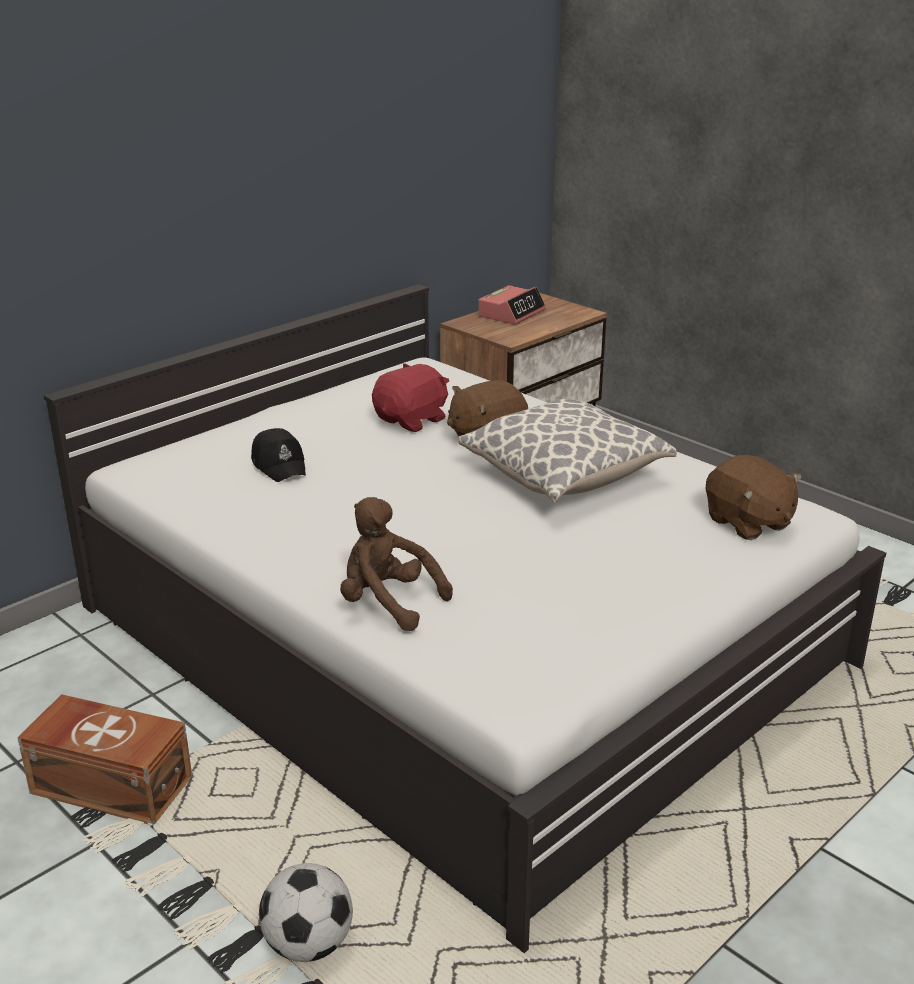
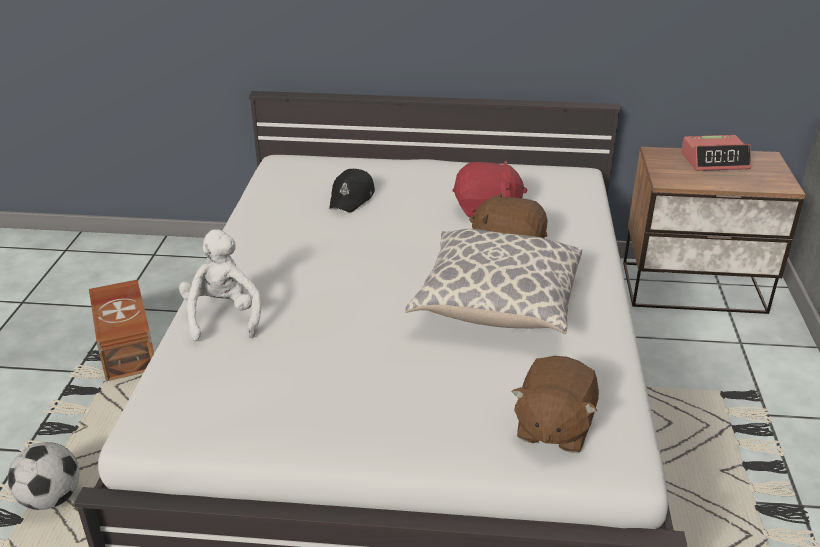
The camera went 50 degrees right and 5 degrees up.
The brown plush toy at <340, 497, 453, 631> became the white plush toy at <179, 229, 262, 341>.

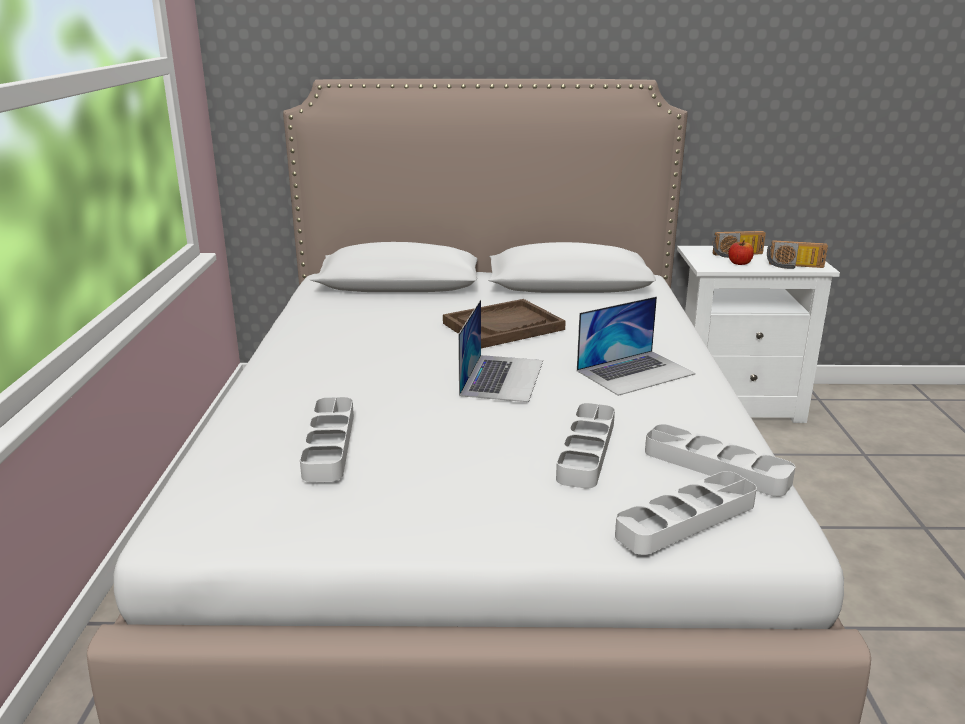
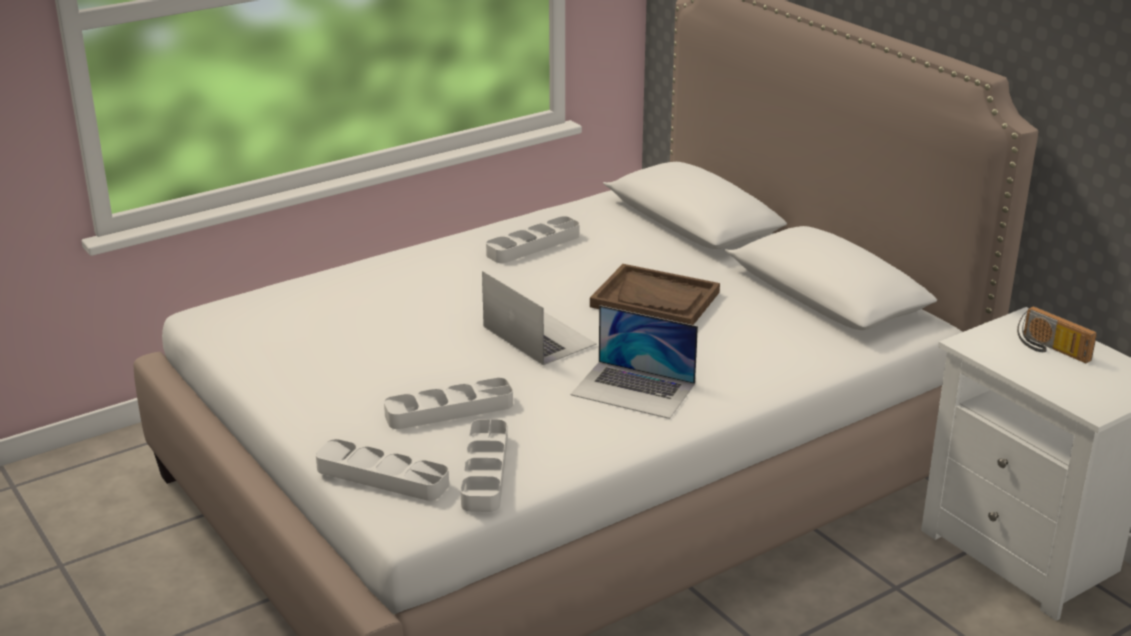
The camera went 55 degrees right and 5 degrees up.
The apple at <728, 240, 754, 265> disappeared.
The radio at <767, 240, 828, 269> disappeared.
The laptop at <458, 300, 543, 402> turned 105 degrees counterclockwise.
The grey tray moved from <300, 397, 354, 482> to <486, 216, 580, 263>.

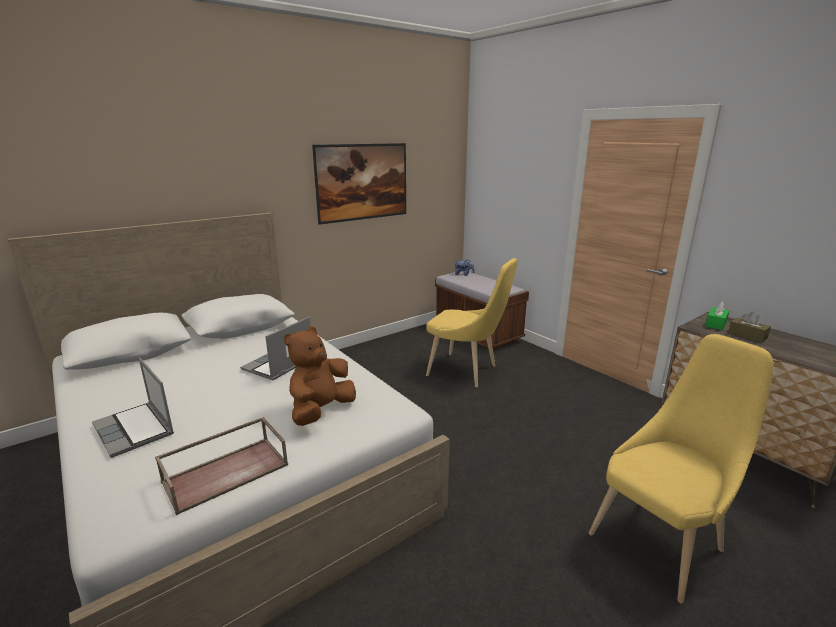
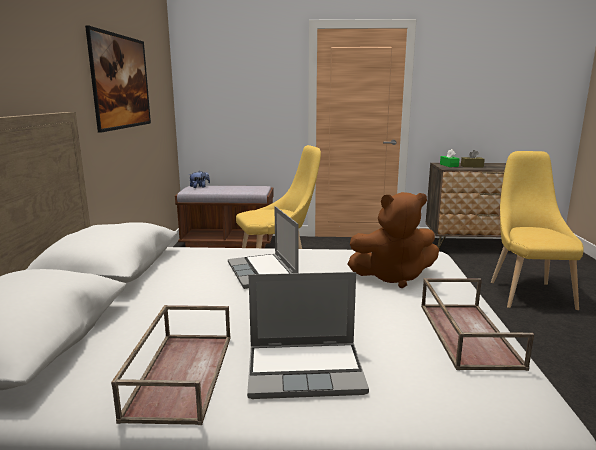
The camera went 50 degrees left and 5 degrees down.
The brown plush toy at <284, 326, 356, 426> turned 75 degrees counterclockwise.
The brown tray at <111, 305, 231, 425> appeared.

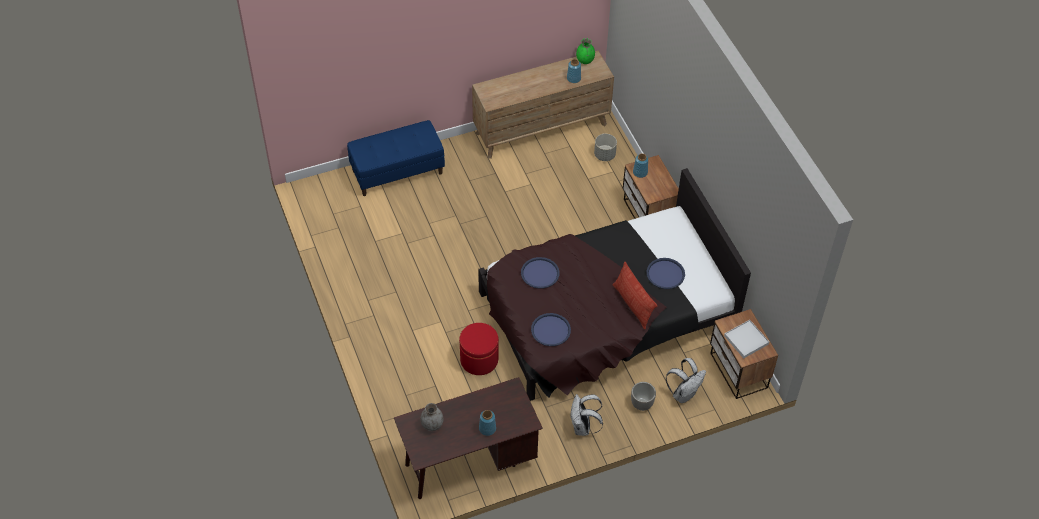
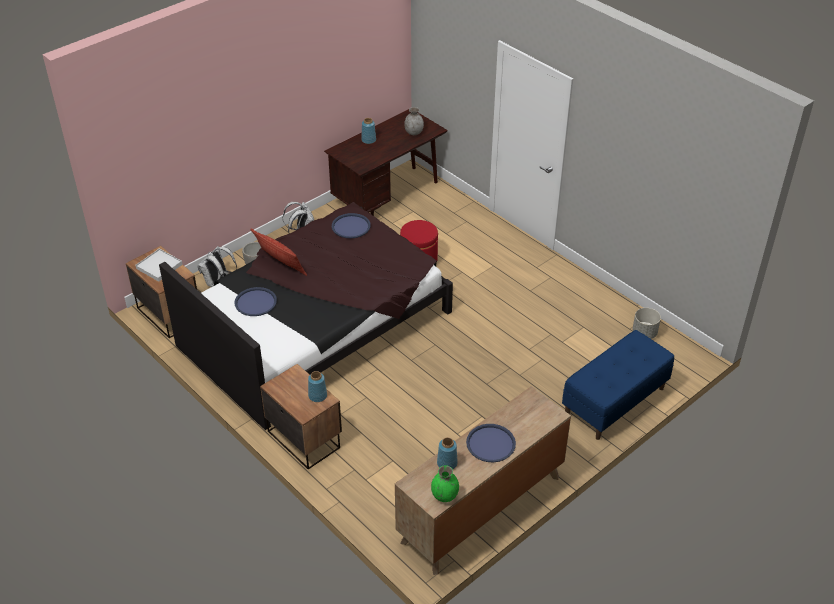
The camera went 160 degrees right and 10 degrees down.
The grey planter moved from <594, 134, 617, 161> to <633, 308, 661, 339>.
The blue tray moved from <521, 257, 560, 289> to <466, 424, 516, 462>.

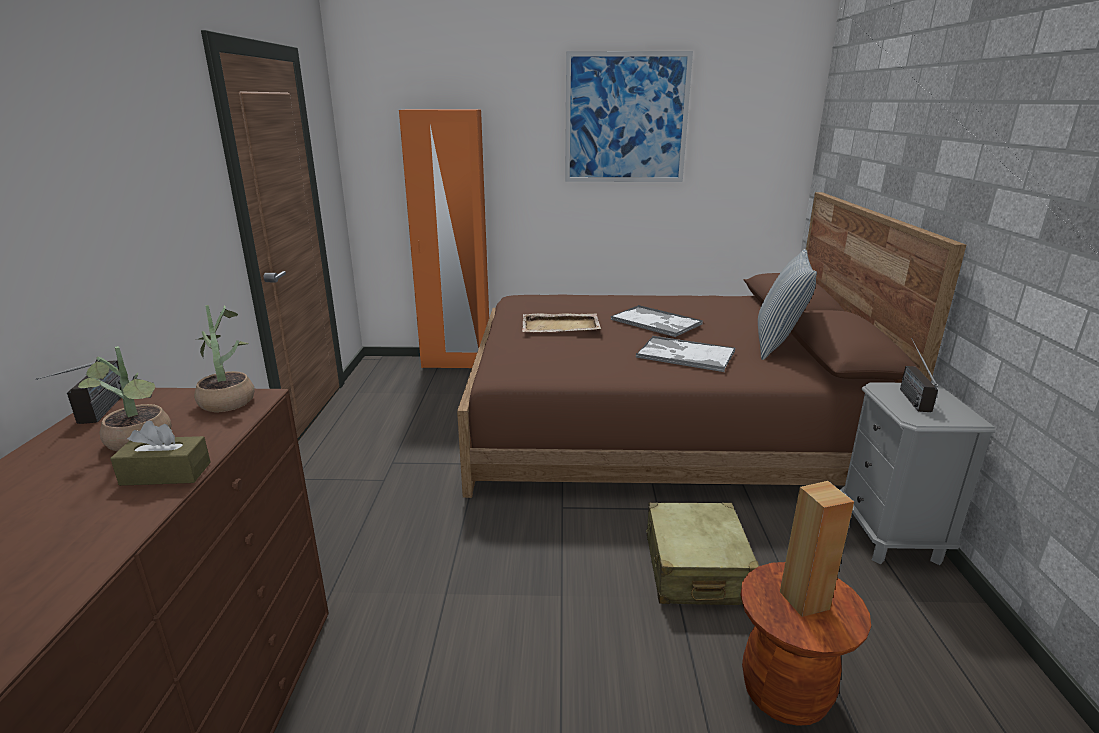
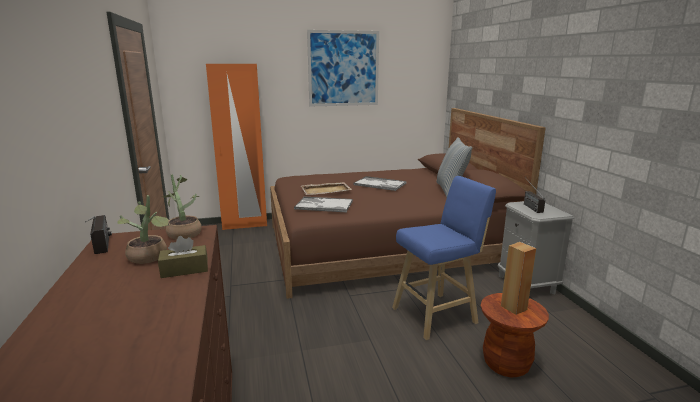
The camera went 15 degrees left and 5 degrees down.
The tray moved from <636, 336, 735, 372> to <294, 196, 353, 213>.
The beige suitcase at <646, 503, 759, 605> was replaced by the blue stool at <392, 176, 496, 340>.

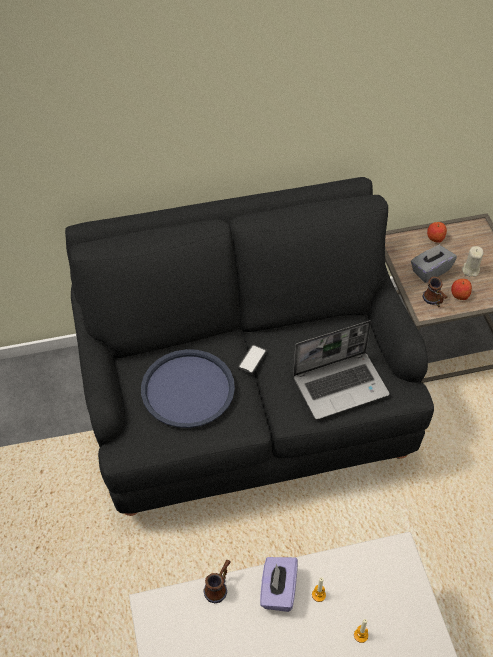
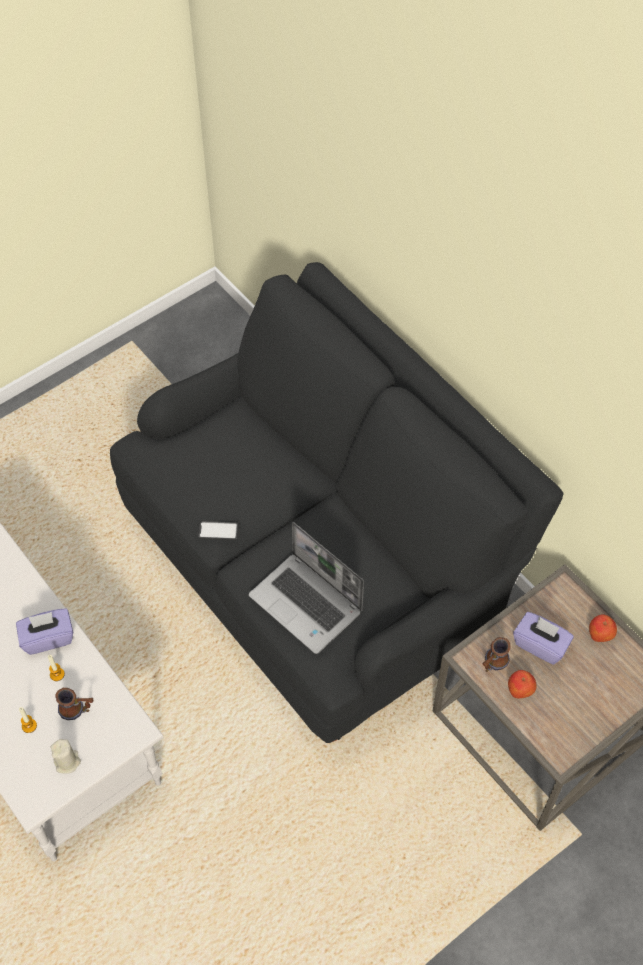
The camera went 65 degrees right and 5 degrees up.
The grey tissue box at <411, 244, 457, 283> became the purple tissue box at <513, 612, 574, 665>.
The beige candle moved from <462, 246, 484, 277> to <51, 739, 81, 774>.
The phone moved from <238, 344, 267, 374> to <198, 521, 239, 540>.
The blue tray at <141, 349, 235, 428> disappeared.
The mug moved from <203, 560, 231, 603> to <55, 688, 94, 720>.

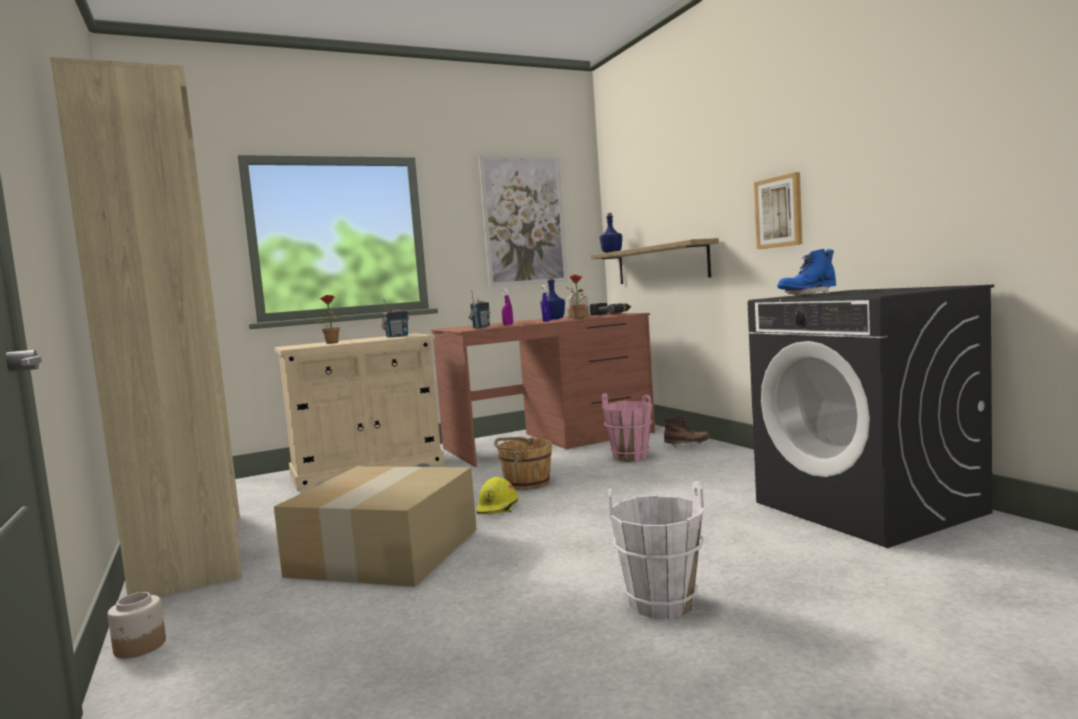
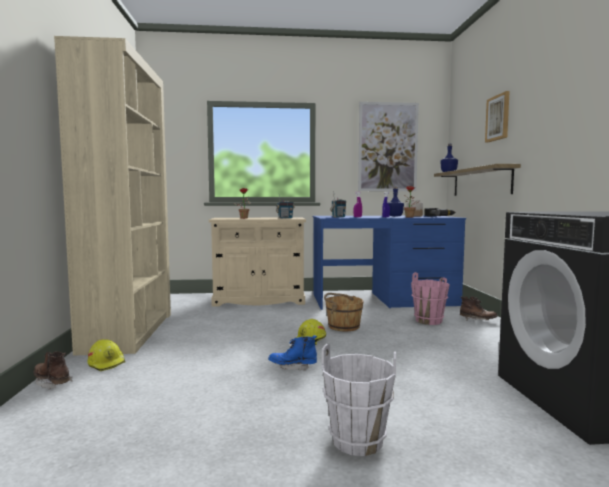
The camera went 20 degrees right and 0 degrees up.
The picture moved from <754, 172, 802, 249> to <485, 91, 510, 143>.
The blue boot moved from <777, 249, 836, 295> to <268, 335, 317, 371>.
The brown desk at <431, 313, 655, 467> became the blue desk at <313, 215, 466, 310>.
The cardboard box at <274, 466, 477, 587> disappeared.
The jar at <108, 592, 166, 659> was replaced by the brown boot at <33, 351, 72, 390>.
The yellow hard hat at <87, 339, 126, 371> appeared.

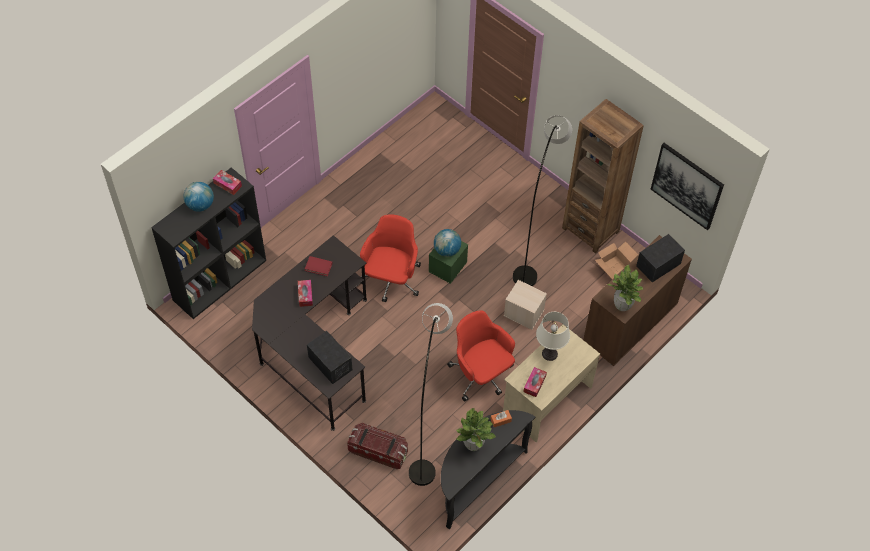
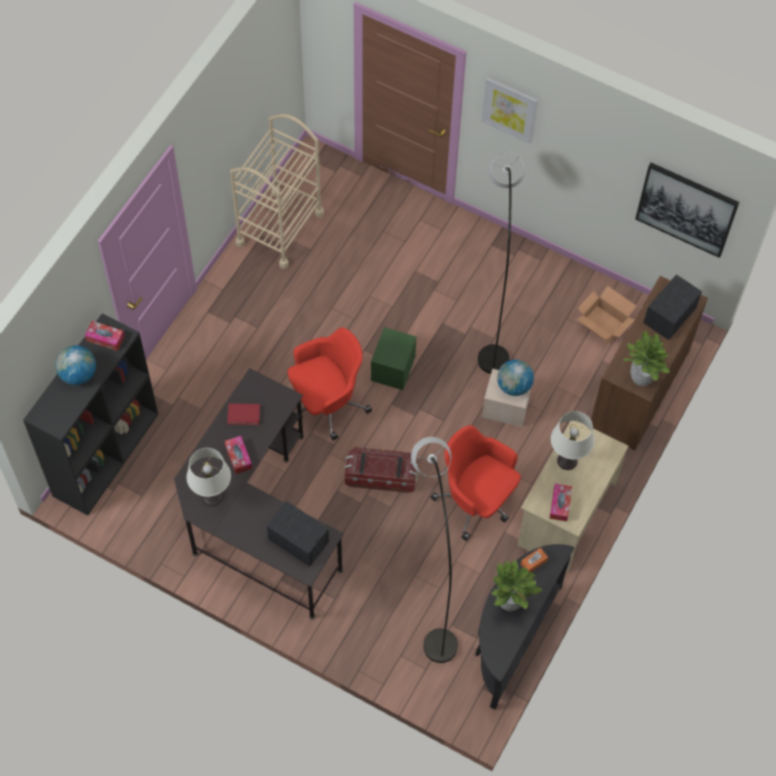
The camera went 15 degrees left and 5 degrees up.
The brown bookcase at <562, 99, 644, 254> disappeared.
The red office chair at <360, 214, 421, 302> turned 60 degrees clockwise.
The globe moved from <434, 229, 461, 257> to <497, 360, 534, 396>.
The storage box moved from <347, 423, 408, 469> to <344, 447, 418, 493>.
The picture at <482, 77, 538, 144> appeared.
The beige cart at <230, 114, 324, 269> appeared.
The white table lamp at <187, 448, 231, 507> appeared.

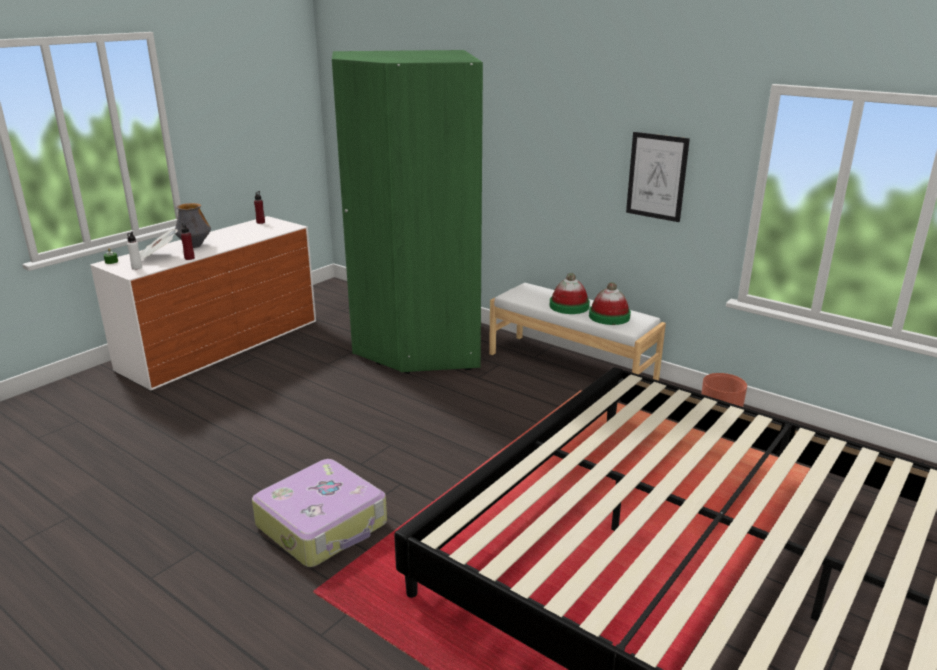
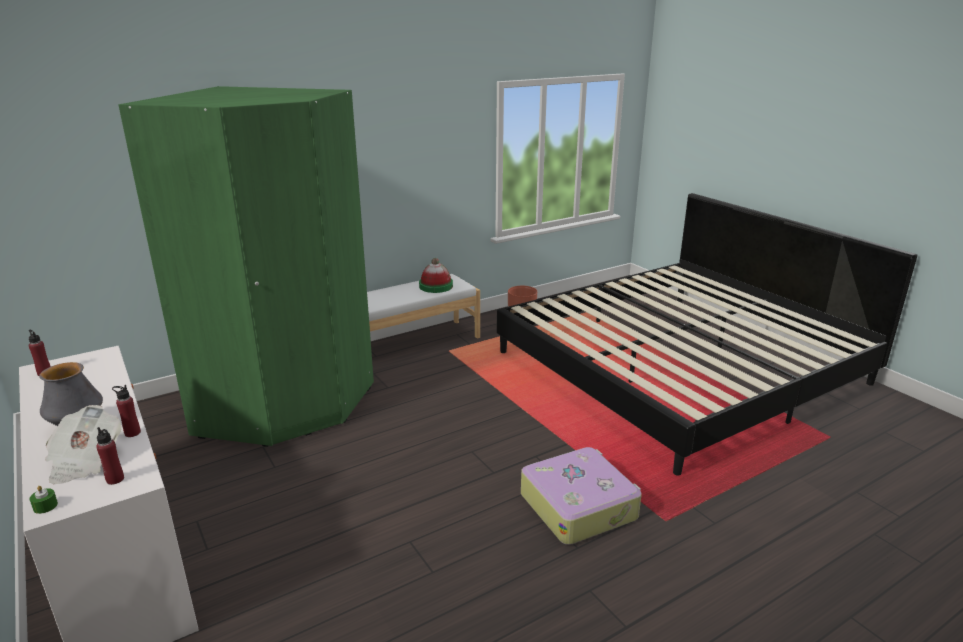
The camera went 70 degrees left and 0 degrees up.
The picture at <626, 132, 690, 222> disappeared.
The white bottle at <127, 231, 142, 270> became the red bottle at <96, 427, 124, 485>.
The hat at <550, 273, 590, 314> disappeared.

